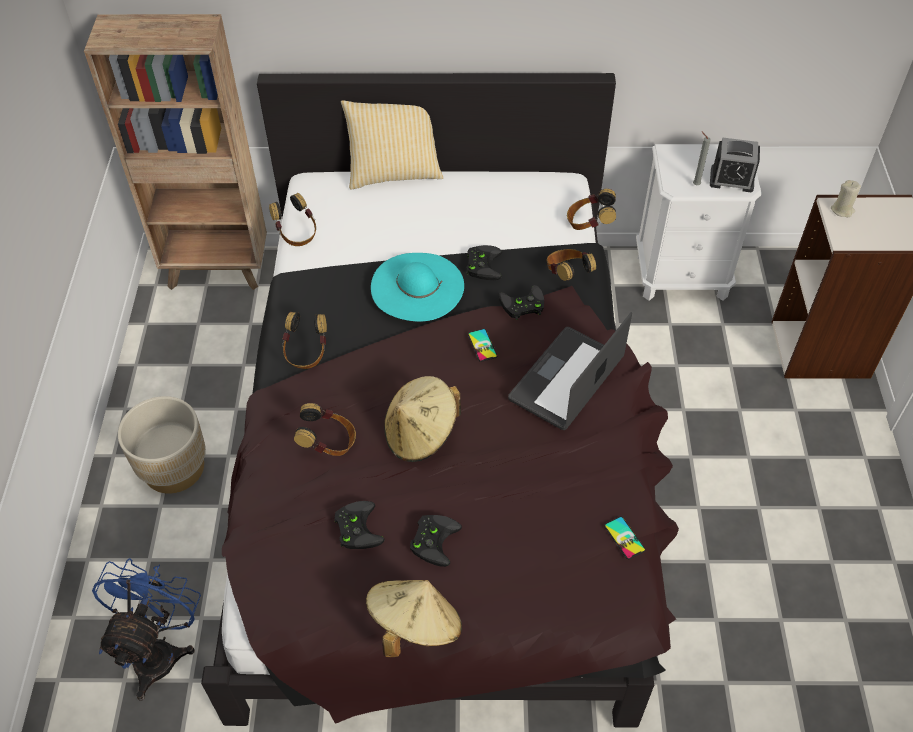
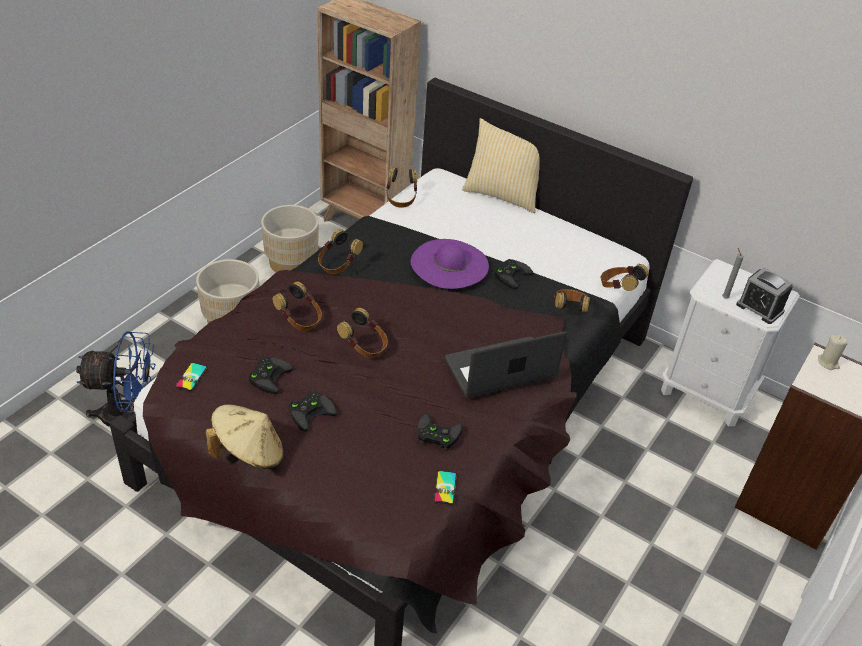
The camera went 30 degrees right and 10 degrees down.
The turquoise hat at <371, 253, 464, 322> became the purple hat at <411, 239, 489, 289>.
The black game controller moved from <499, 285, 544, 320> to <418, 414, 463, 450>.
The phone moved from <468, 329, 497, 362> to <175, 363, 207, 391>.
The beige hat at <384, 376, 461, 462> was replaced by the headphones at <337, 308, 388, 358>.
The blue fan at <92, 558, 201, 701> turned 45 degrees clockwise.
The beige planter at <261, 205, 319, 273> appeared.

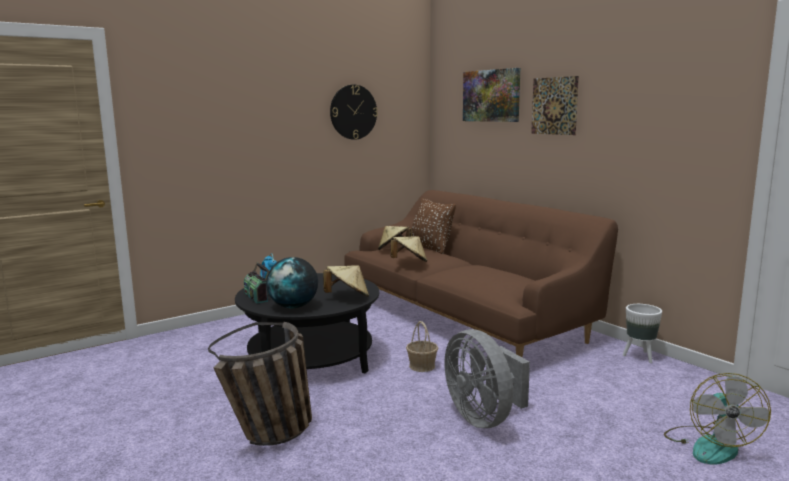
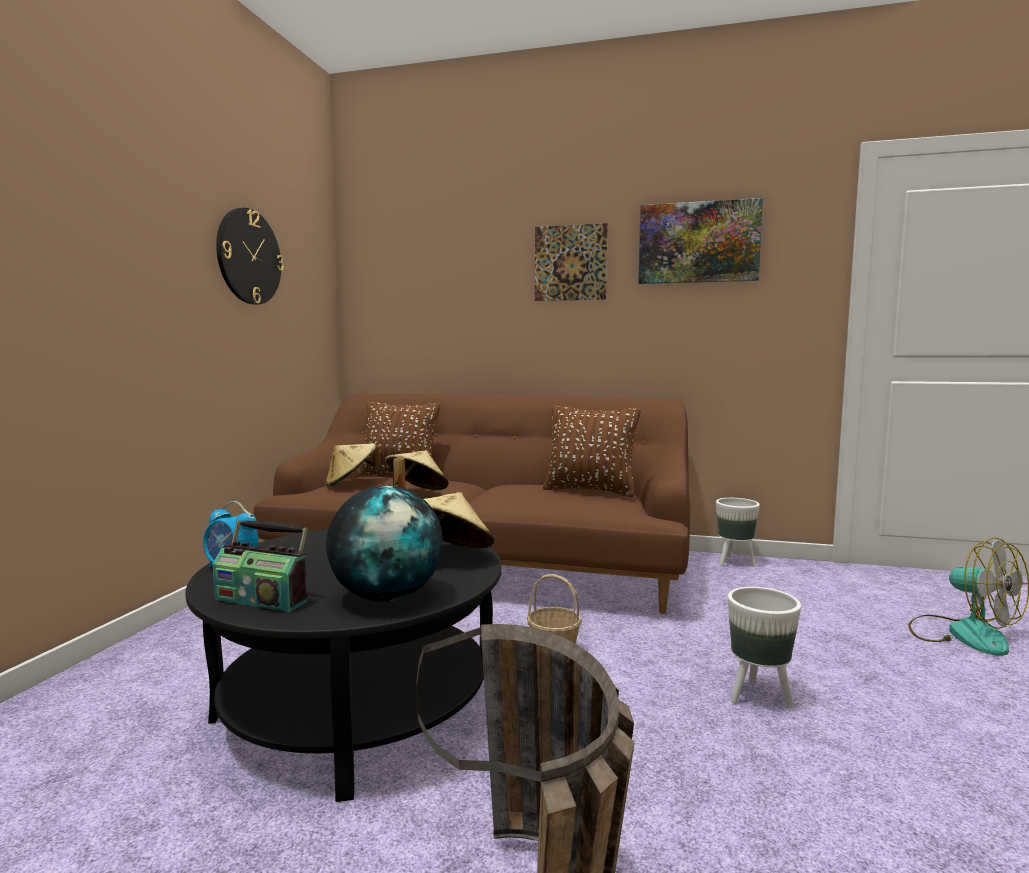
The camera went 40 degrees left and 5 degrees down.
The picture moved from <463, 68, 520, 122> to <638, 198, 763, 284>.
The grey fan at <444, 329, 530, 428> was replaced by the white planter at <728, 587, 801, 708>.
The brown pillow at <543, 405, 641, 497> appeared.

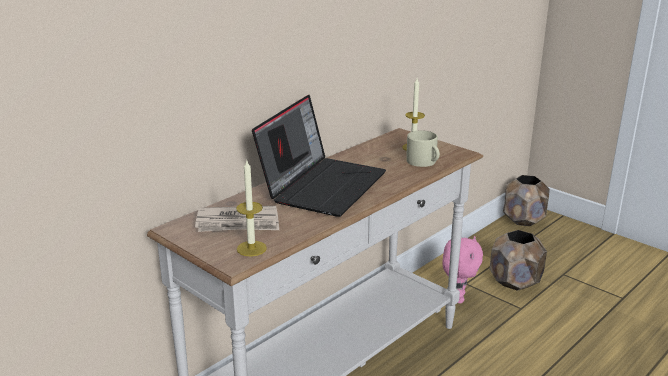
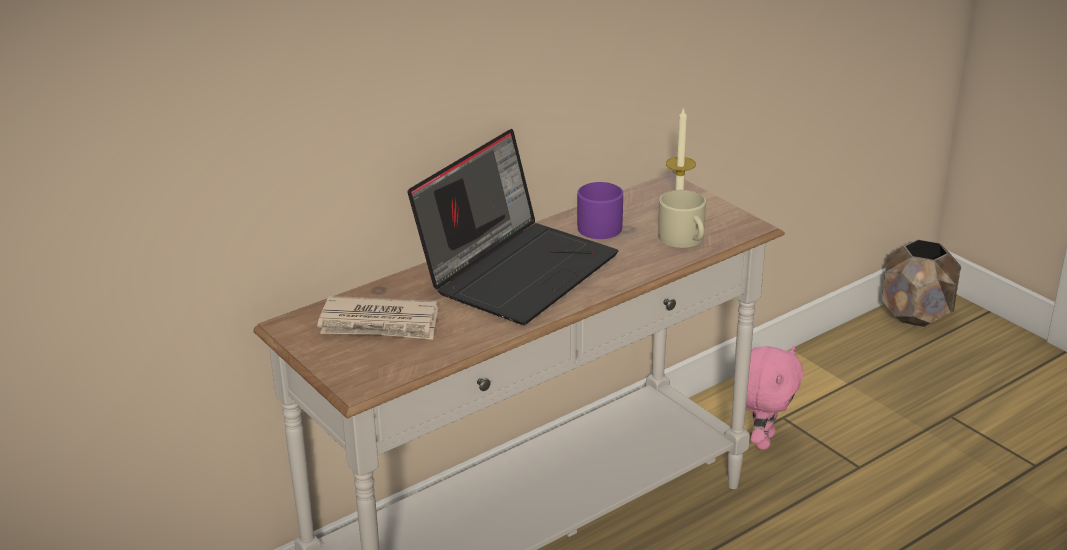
The camera went 10 degrees right and 5 degrees up.
The candle at <236, 161, 267, 257> disappeared.
The brown planter at <490, 230, 547, 291> disappeared.
The purple mug at <577, 182, 623, 239> appeared.

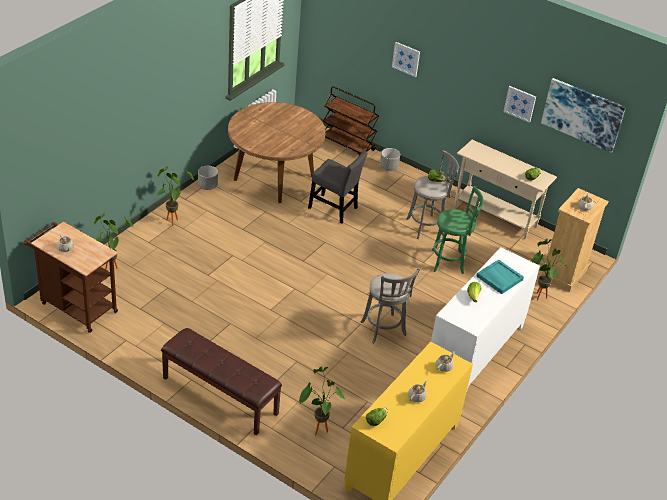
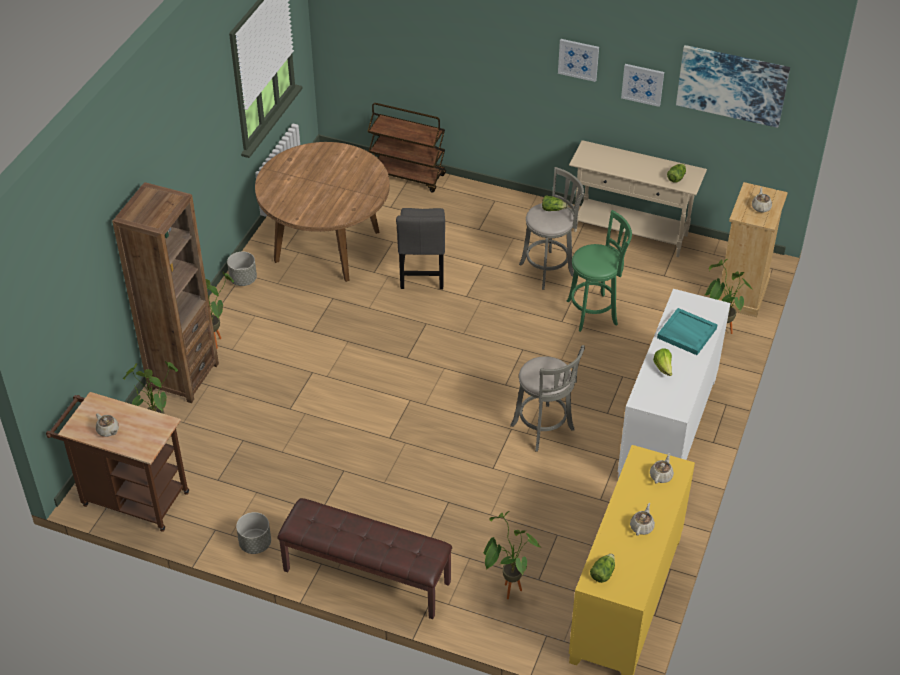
The camera went 10 degrees left and 5 degrees up.
The picture moved from <392, 42, 420, 77> to <558, 39, 599, 82>.
The grey planter moved from <380, 148, 400, 171> to <236, 512, 271, 554>.
The grey chair at <308, 151, 368, 224> turned 75 degrees clockwise.
The brown bookcase at <112, 182, 219, 403> appeared.

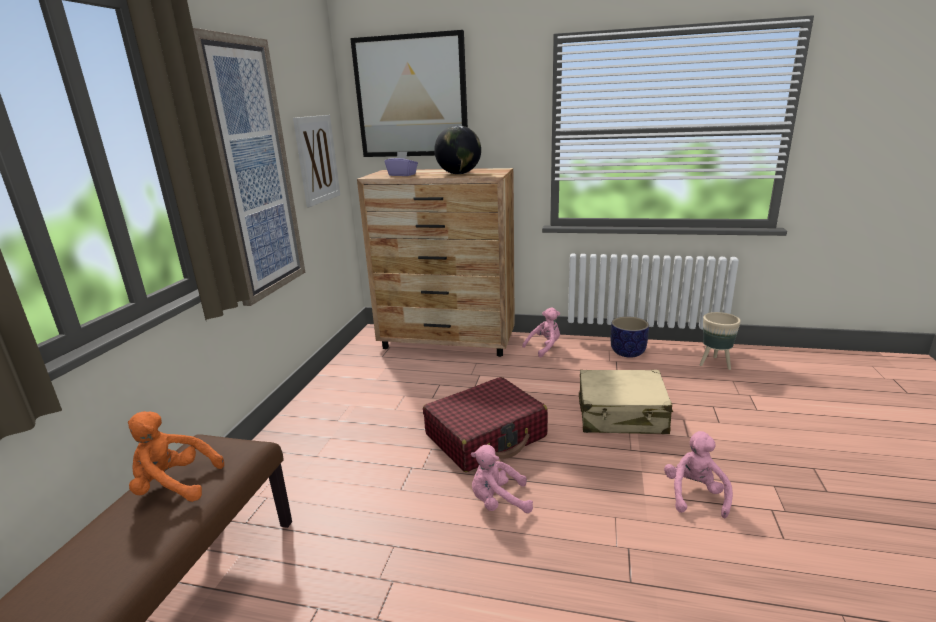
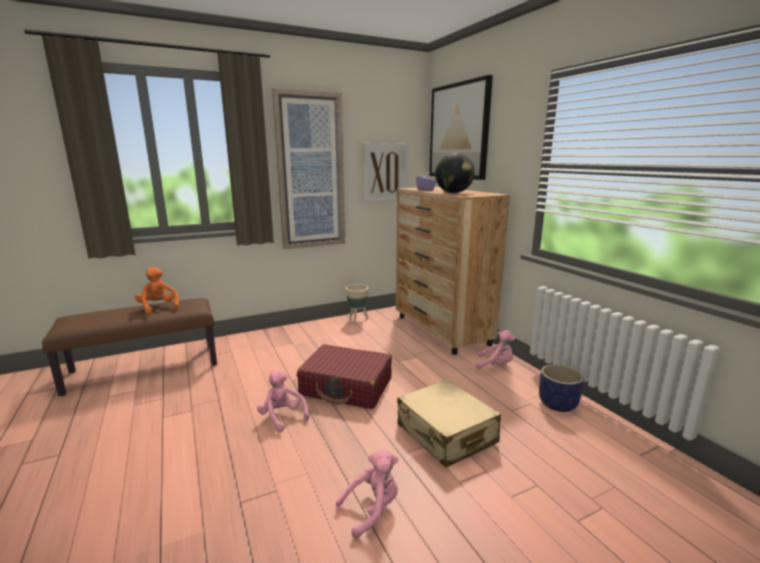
The camera went 50 degrees right and 5 degrees down.
The beige planter moved from <700, 312, 741, 370> to <346, 284, 369, 324>.

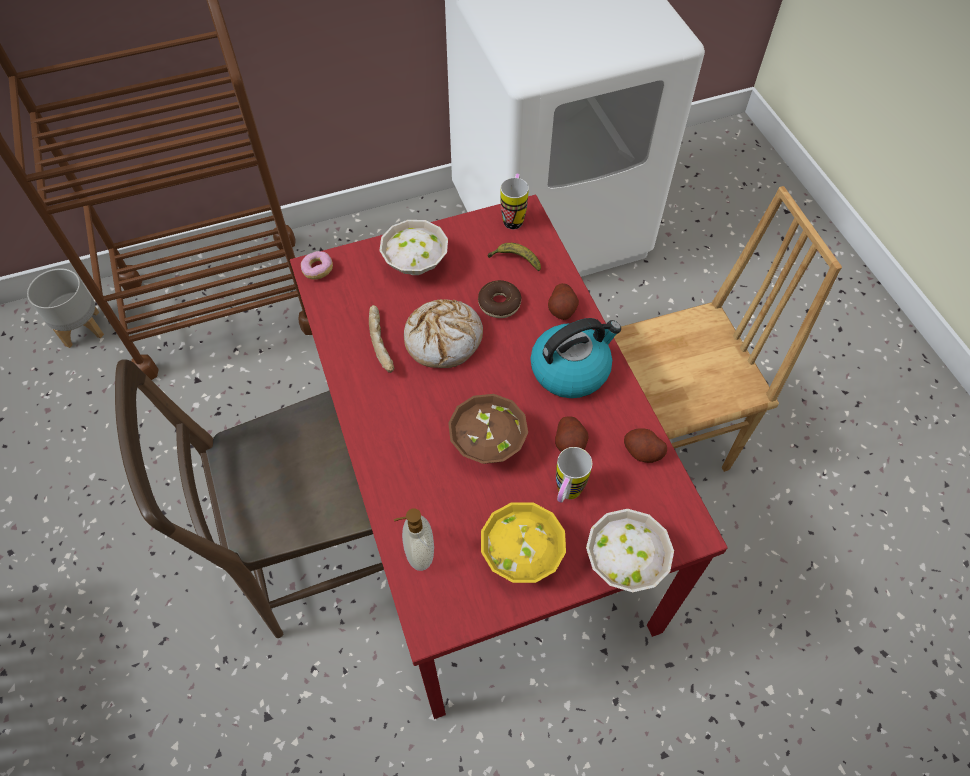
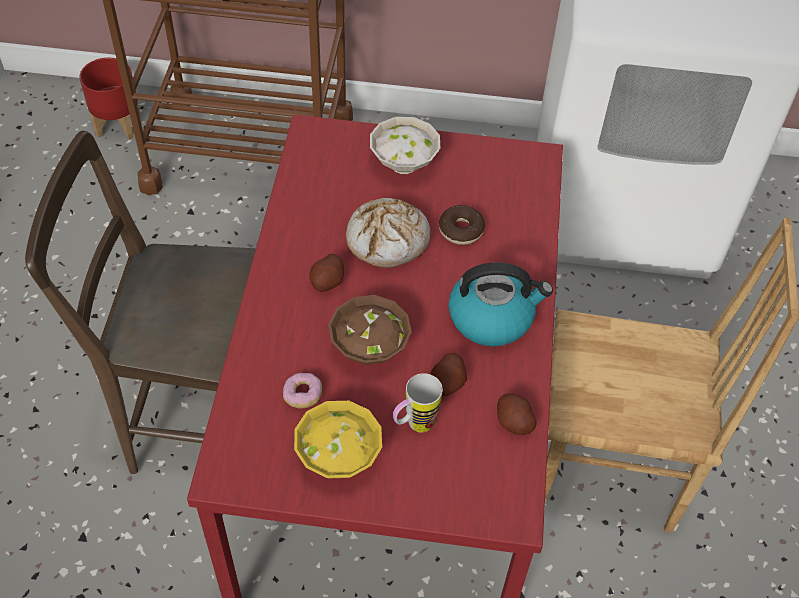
The camera went 25 degrees right and 5 degrees down.
The mug at <501, 174, 529, 229> disappeared.
The banana at <488, 243, 541, 271> disappeared.
The donut moved from <301, 251, 333, 280> to <283, 373, 322, 408>.
The grey planter at <27, 268, 104, 348> became the red planter at <79, 58, 140, 139>.
The potato moved from <548, 283, 579, 320> to <309, 254, 344, 292>.
The bread at <369, 305, 394, 373> disappeared.
The soap dispenser at <394, 508, 434, 571> disappeared.
The white bowl at <586, 509, 674, 592> disappeared.

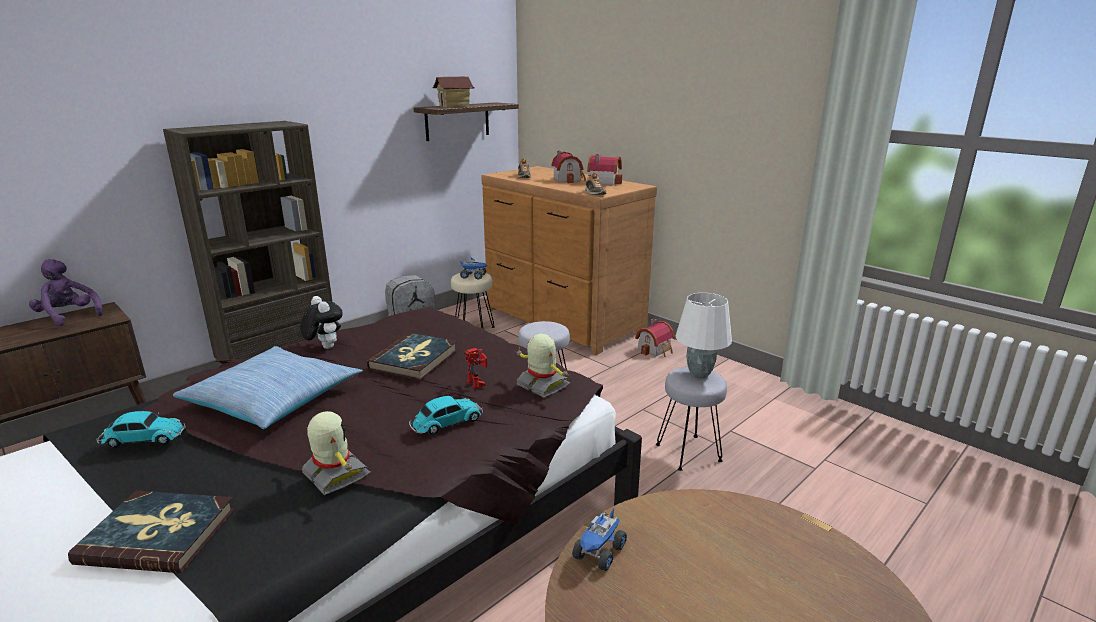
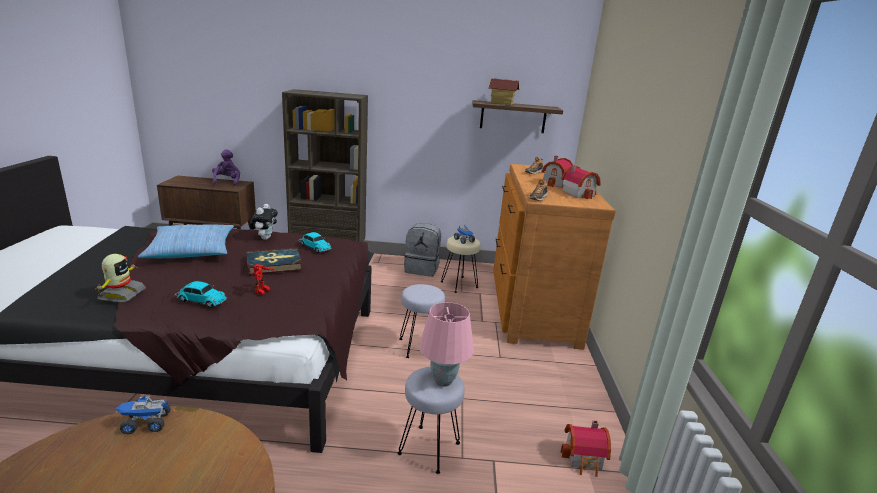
The camera went 45 degrees right and 0 degrees up.
The white table lamp at <675, 293, 732, 378> became the pink table lamp at <419, 302, 474, 387>.
The toy house moved from <635, 319, 675, 357> to <561, 420, 611, 477>.
The toy robot at <514, 334, 571, 398> disappeared.
The toy car moved from <96, 411, 186, 448> to <299, 232, 332, 253>.
The book at <68, 491, 235, 573> disappeared.

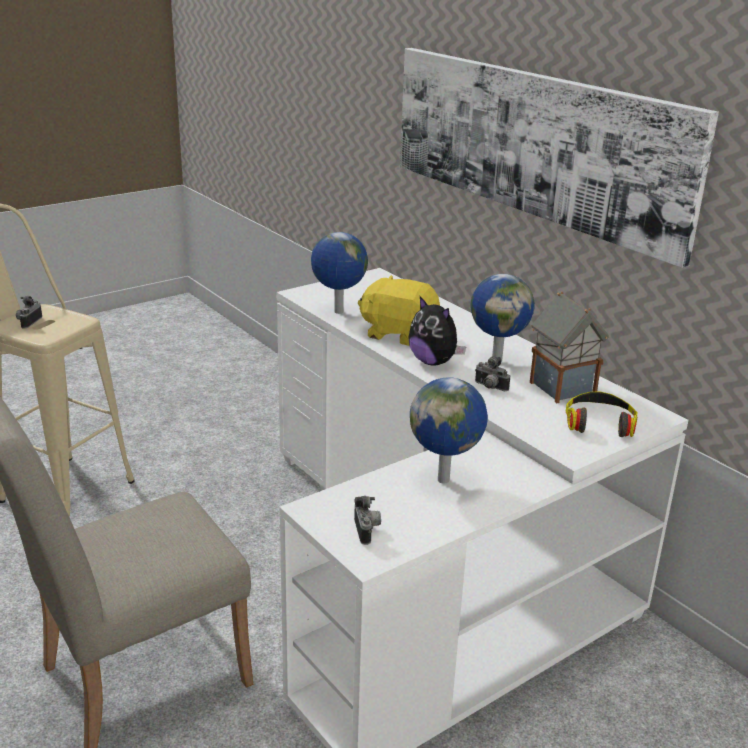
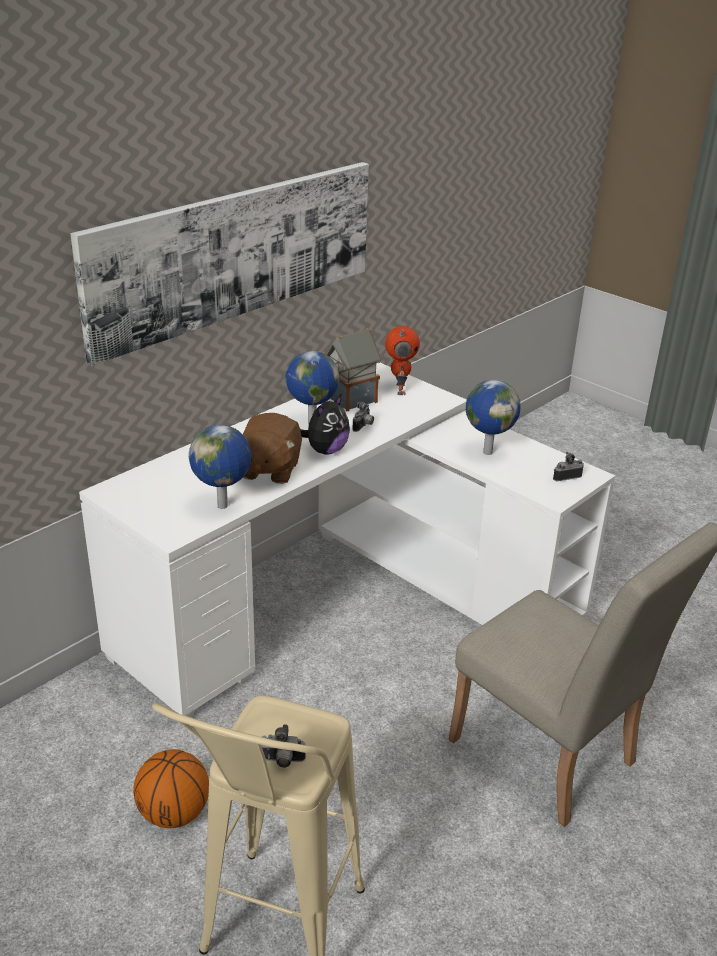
The camera went 100 degrees left and 5 degrees up.
The yellow plush toy at <358, 275, 440, 346> became the brown plush toy at <243, 413, 302, 484>.
The headphones at <566, 391, 638, 437> was replaced by the toy robot at <385, 326, 420, 395>.
The basketball at <133, 749, 209, 828> appeared.

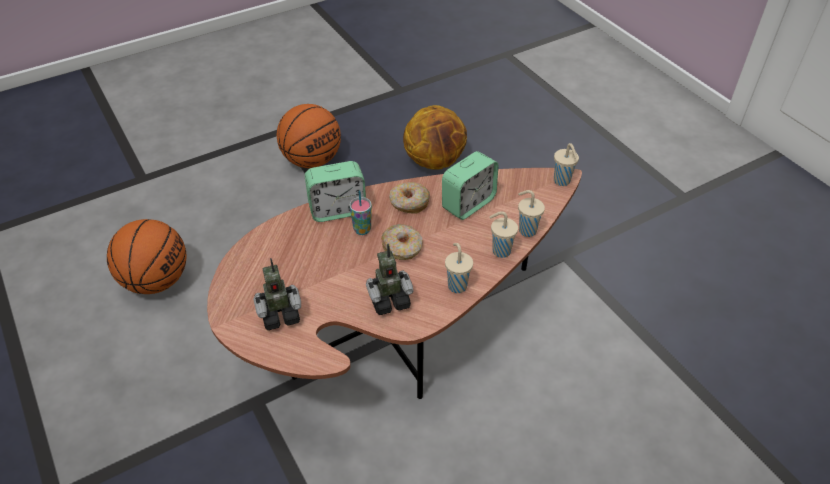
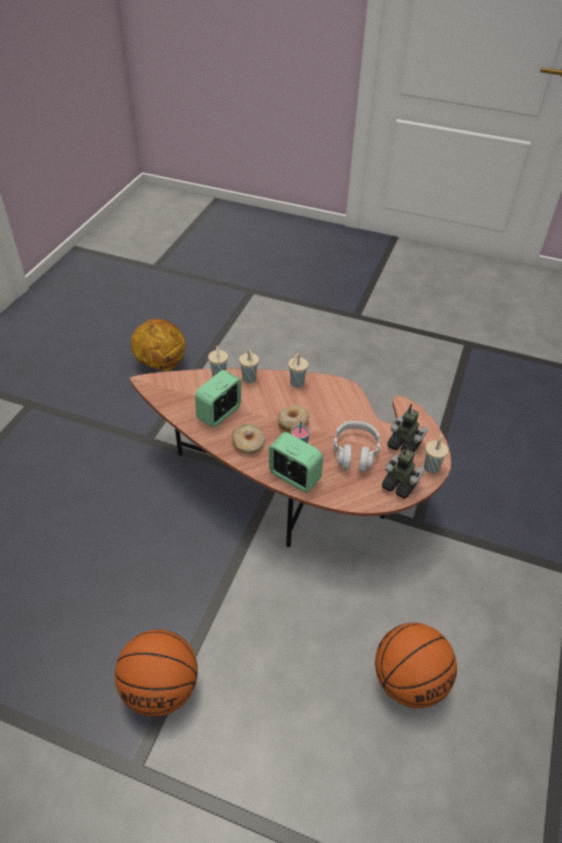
The camera went 130 degrees left and 0 degrees up.
The basketball moved from <403, 105, 467, 170> to <131, 319, 186, 371>.
The beige cup moved from <554, 143, 579, 186> to <424, 434, 448, 474>.
The alarm clock at <442, 151, 498, 220> turned 60 degrees counterclockwise.
The toy robot moved from <366, 244, 414, 315> to <382, 444, 424, 499>.
The grey headphones at <333, 421, 380, 472> appeared.

